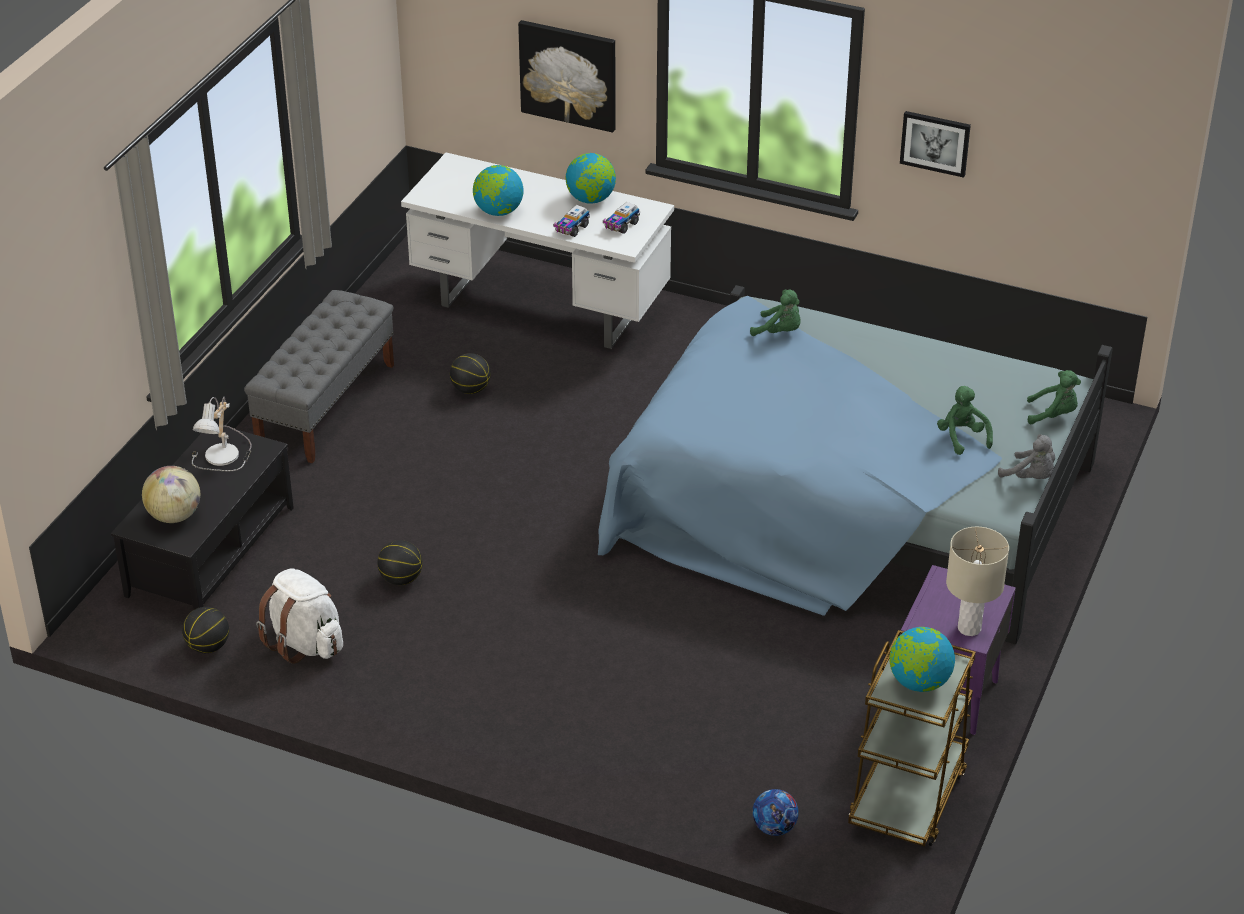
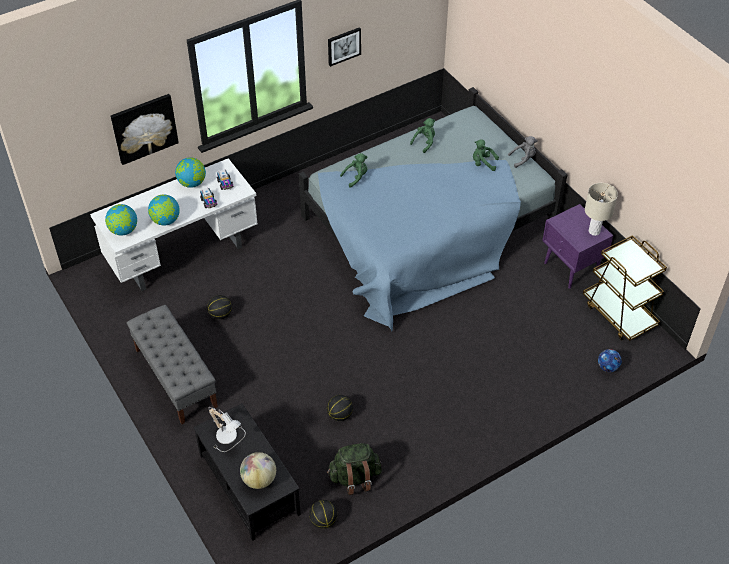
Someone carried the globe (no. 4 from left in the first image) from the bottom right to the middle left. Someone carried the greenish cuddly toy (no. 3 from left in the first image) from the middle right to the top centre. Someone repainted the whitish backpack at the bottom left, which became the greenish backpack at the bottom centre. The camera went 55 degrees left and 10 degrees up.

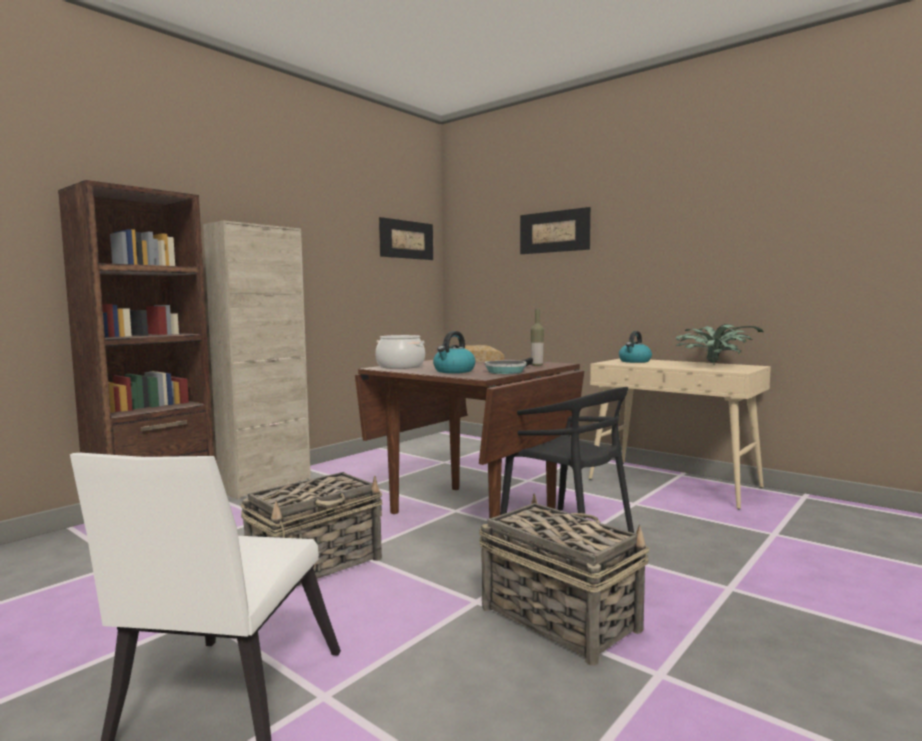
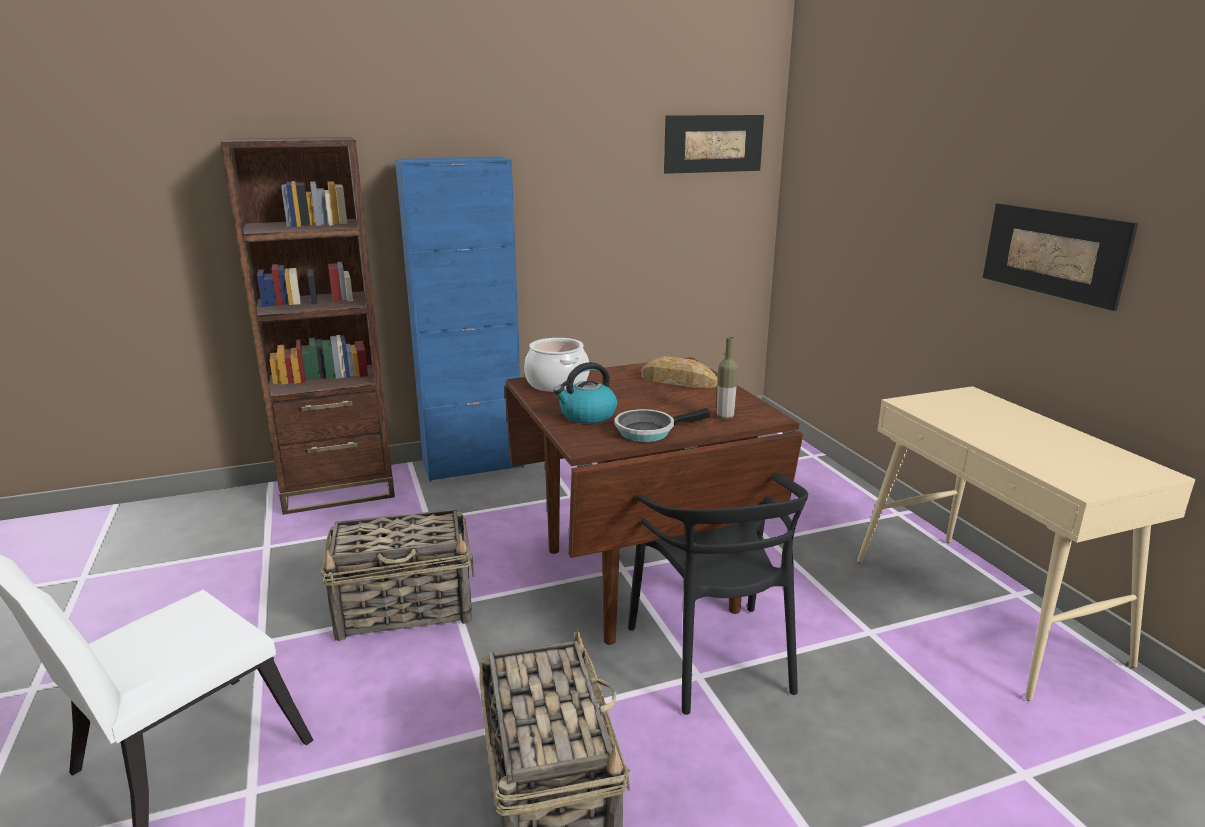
Someone took away the kettle (no. 2 from left) at the middle right. Someone took away the houseplant at the middle right. Someone carried the wall art (no. 2 from left) from the top centre to the top right. Someone repainted the beige-coloured cupboard at the middle left, which became the blue cupboard at the centre. The camera went 30 degrees right and 15 degrees up.

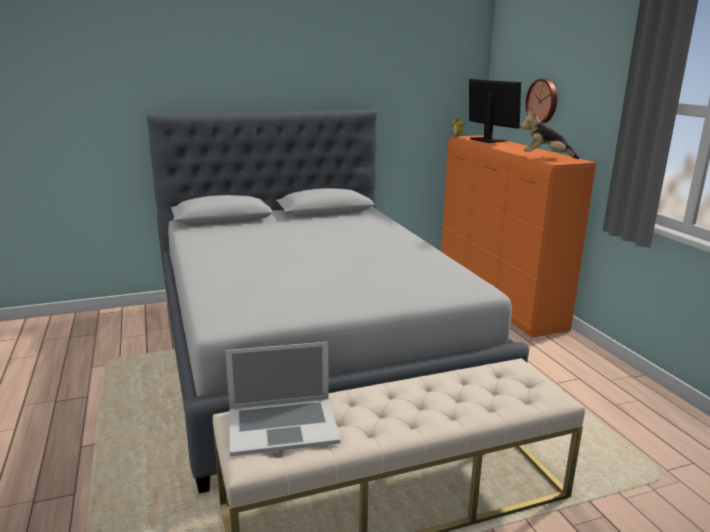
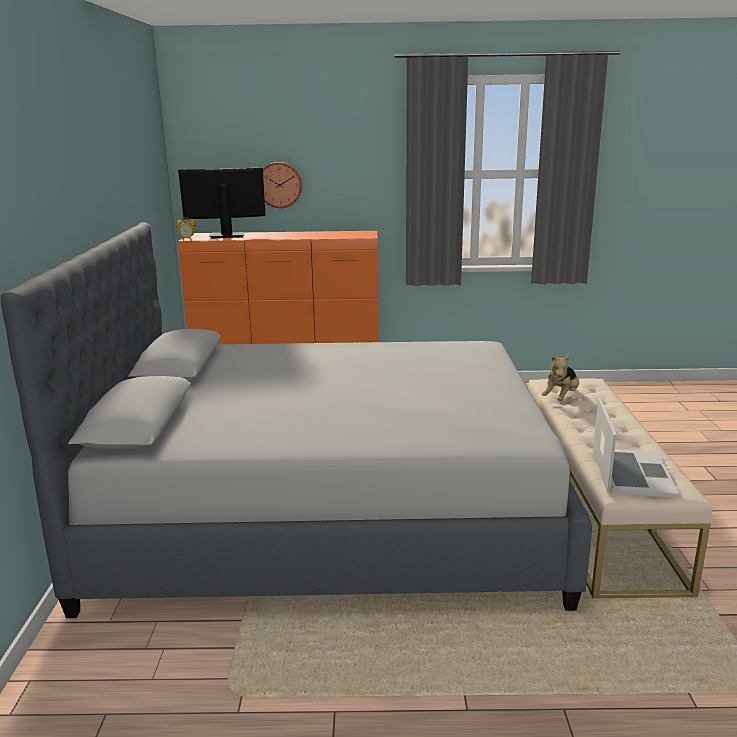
Someone carried the cuddly toy from the top right to the middle right. The camera went 70 degrees left and 0 degrees up.

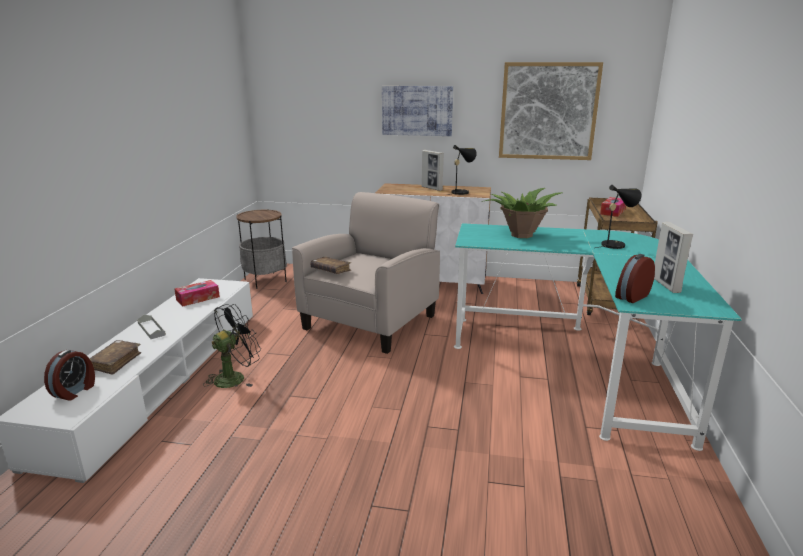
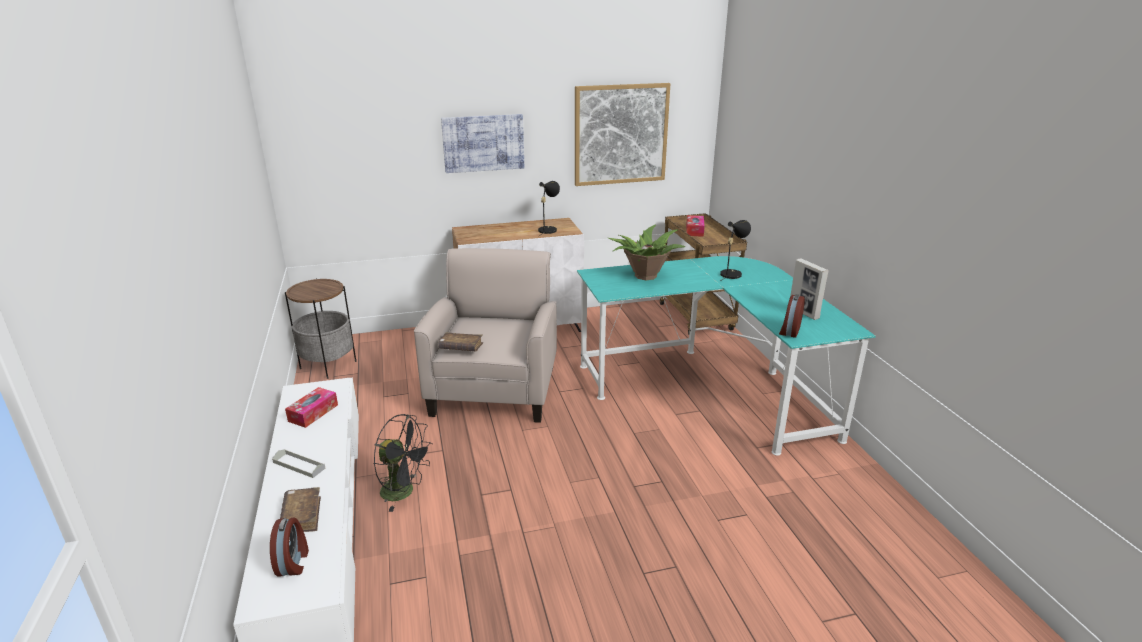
Someone took away the standing frame (no. 1 from left) at the top centre. Someone rotated the black electric fan at the middle left by 90 degrees clockwise. The camera went 25 degrees left and 5 degrees up.

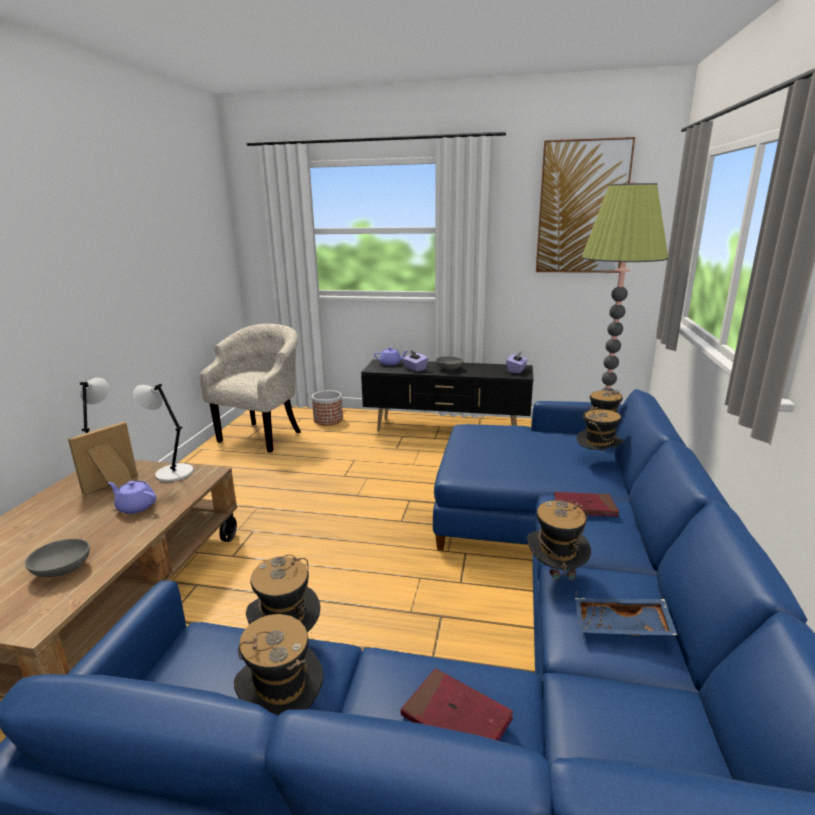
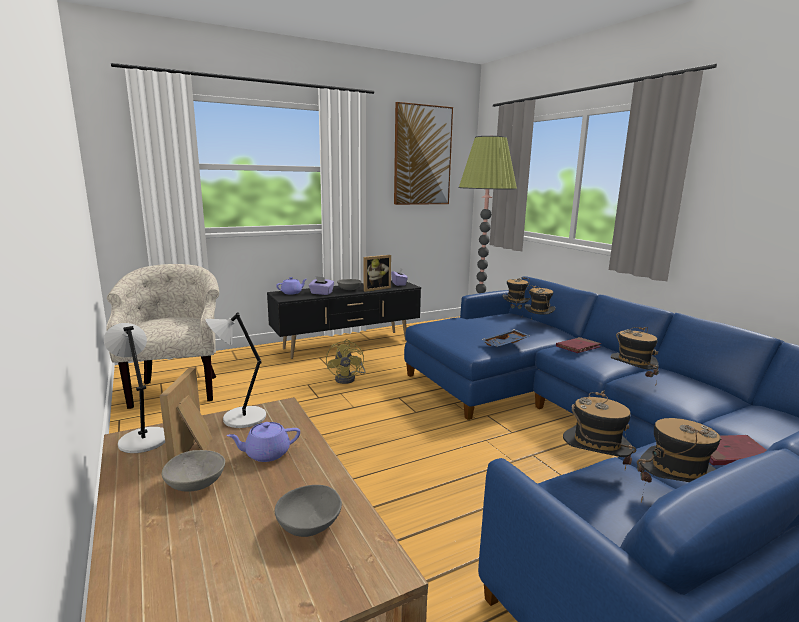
Someone took away the planter at the centre. Someone put down the grey bowl (no. 1 from left) at the bottom left. Someone put down the yellow electric fan at the centre. Someone put down the standing frame (no. 2 from left) at the centre. Someone carried the blue carrying tray from the bottom right to the centre. The camera went 40 degrees left and 5 degrees down.

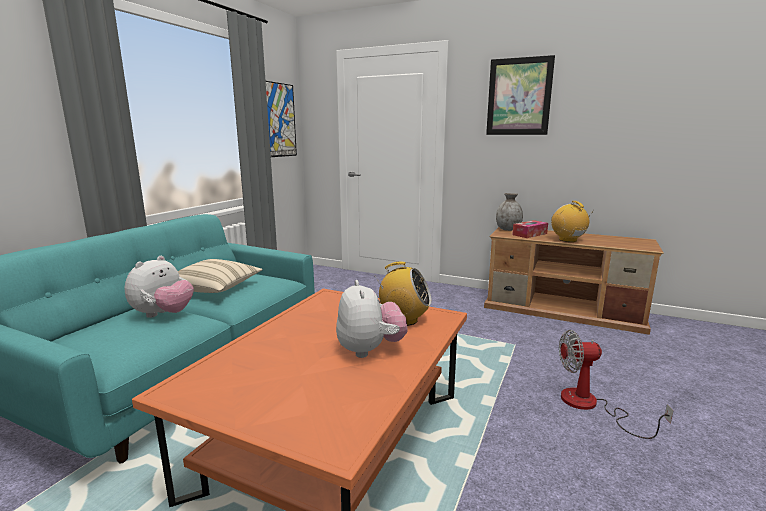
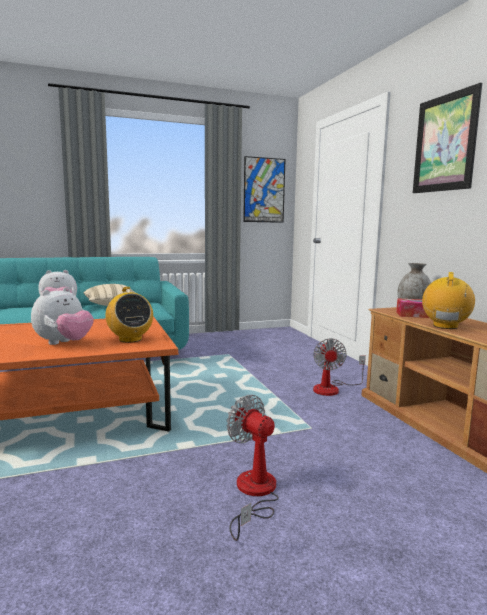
Someone put down the electric fan (no. 2 from left) at the middle right. The camera went 45 degrees right and 5 degrees down.

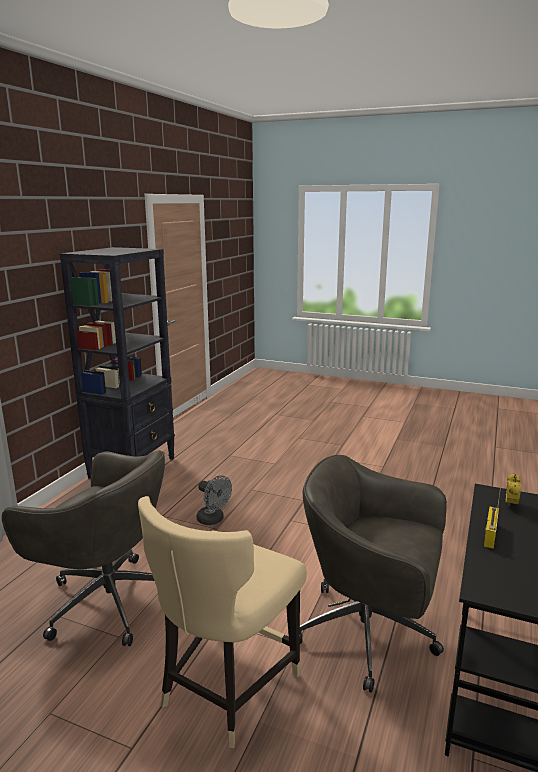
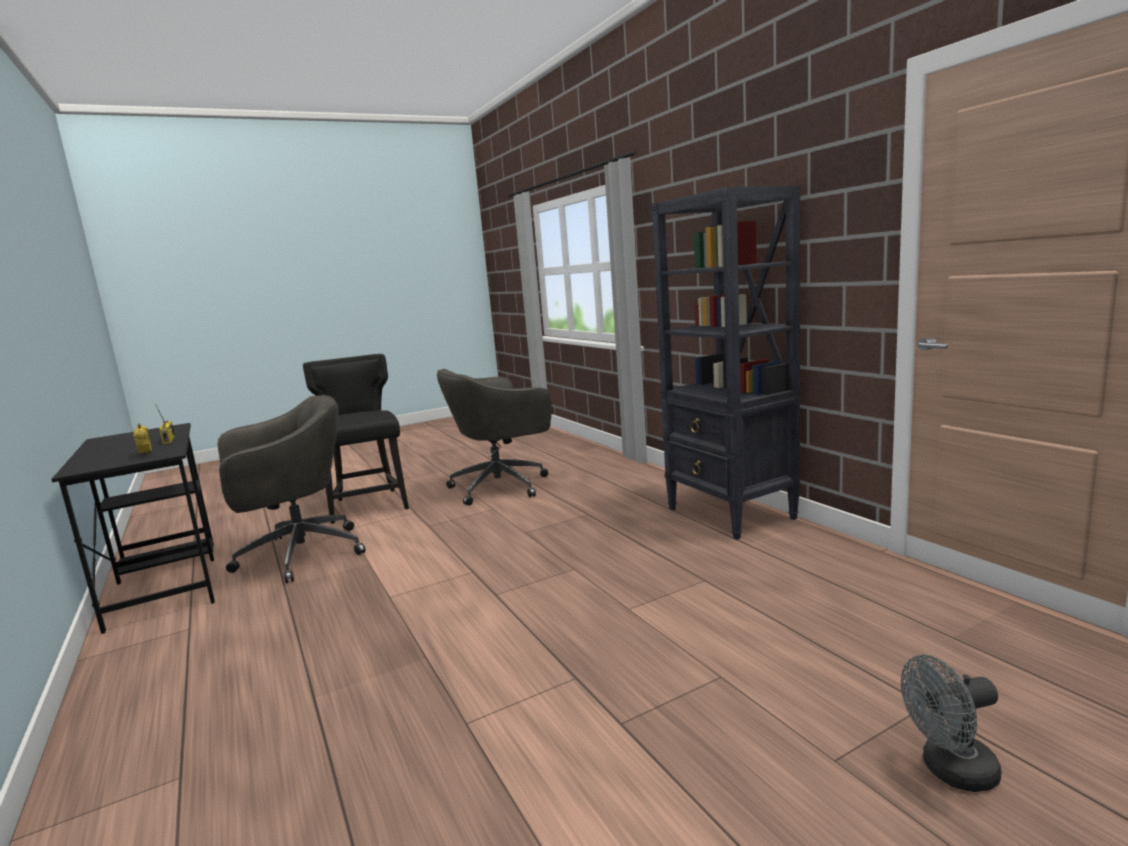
Someone carried the grey electric fan from the centre to the bottom right. Someone repainted the beige-coloured chair at the bottom centre, which became the black chair at the middle left. The camera went 130 degrees right and 5 degrees down.

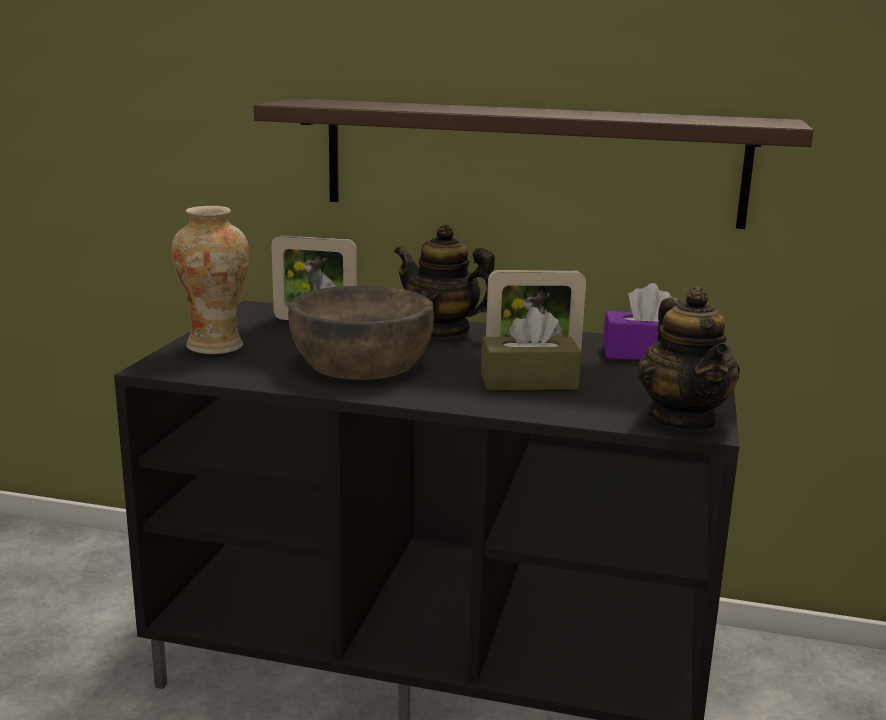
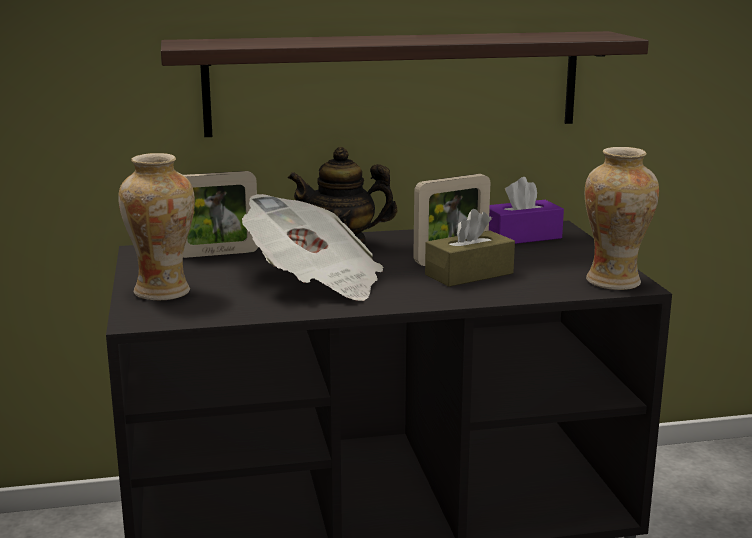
Someone swapped the brown-coloured bowl at the centre for the printed paper at the centre. Someone swapped the tea pot (no. 2 from left) at the middle right for the decorative vase (no. 2 from left) at the middle right. The camera went 25 degrees left and 0 degrees up.

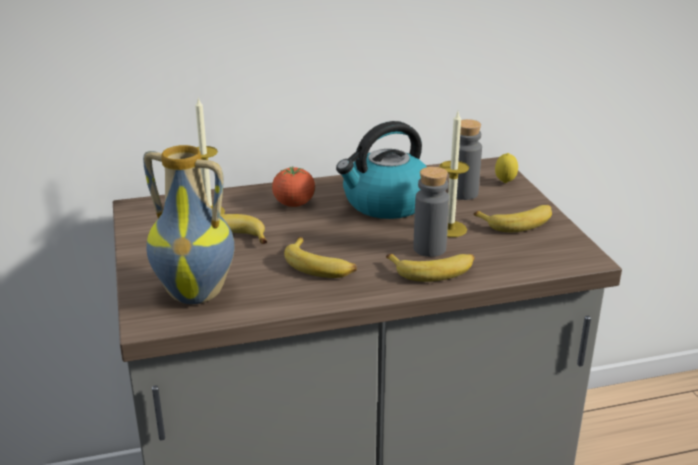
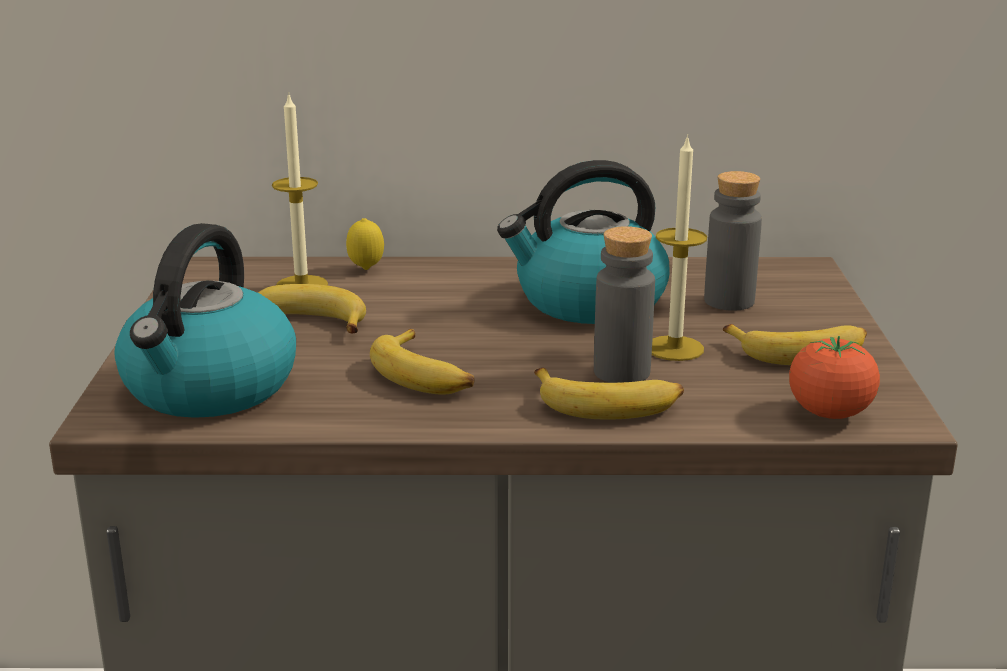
Someone carried the whole tomato from the centre to the middle right. Someone carried the lemon from the middle right to the centre. Someone swapped the decorative vase at the middle left for the kettle (no. 1 from left) at the middle left. The camera went 15 degrees right and 5 degrees down.

